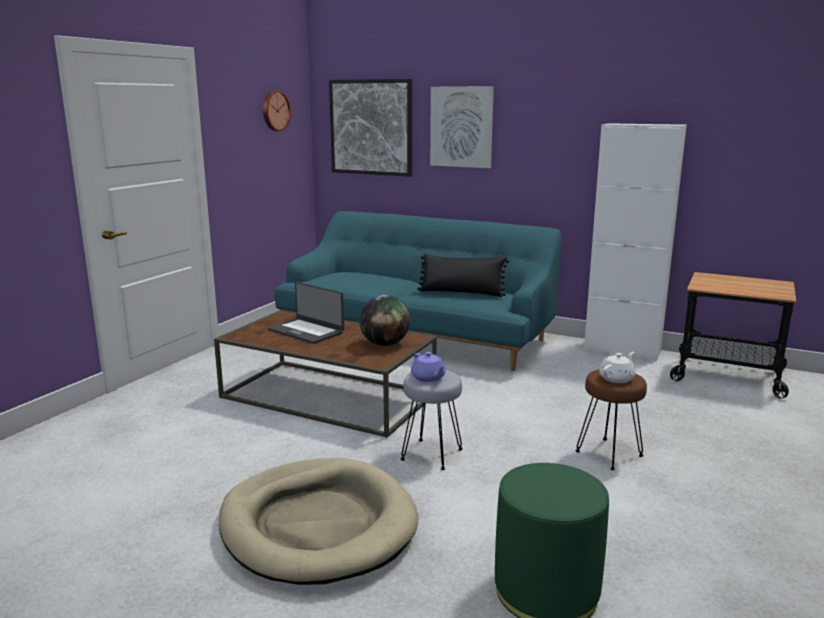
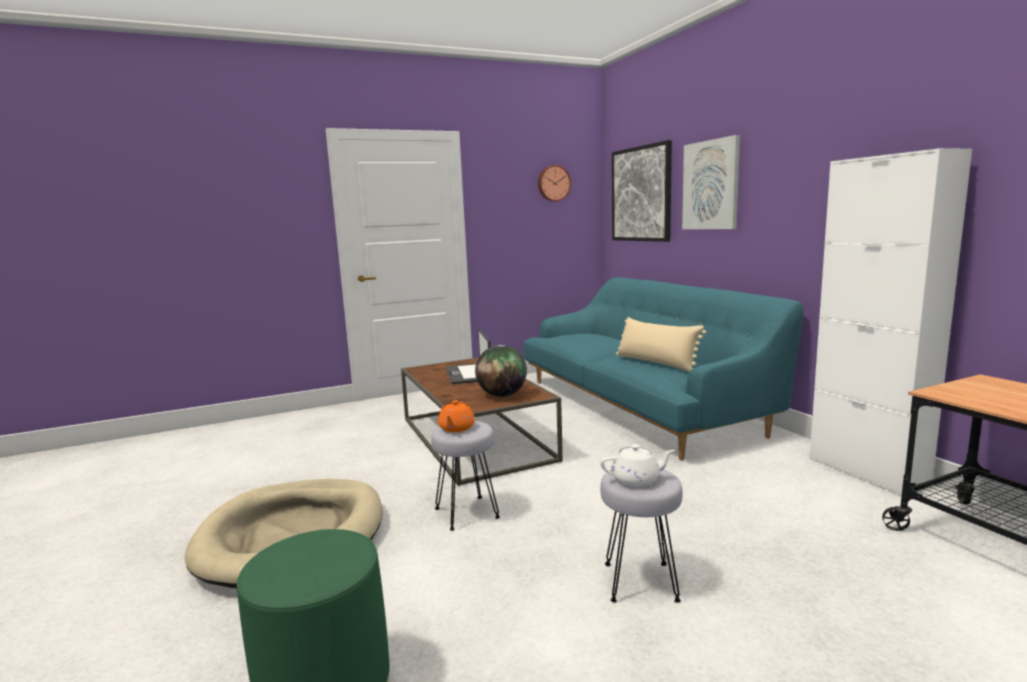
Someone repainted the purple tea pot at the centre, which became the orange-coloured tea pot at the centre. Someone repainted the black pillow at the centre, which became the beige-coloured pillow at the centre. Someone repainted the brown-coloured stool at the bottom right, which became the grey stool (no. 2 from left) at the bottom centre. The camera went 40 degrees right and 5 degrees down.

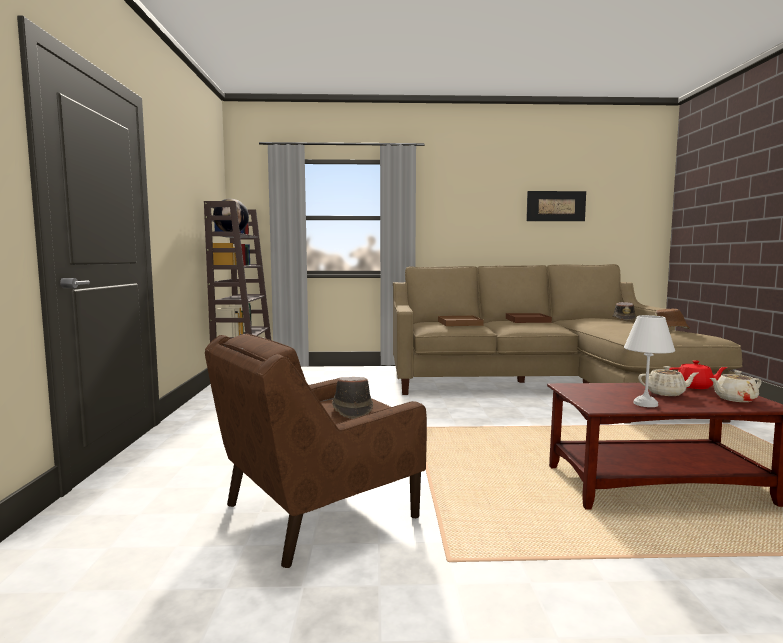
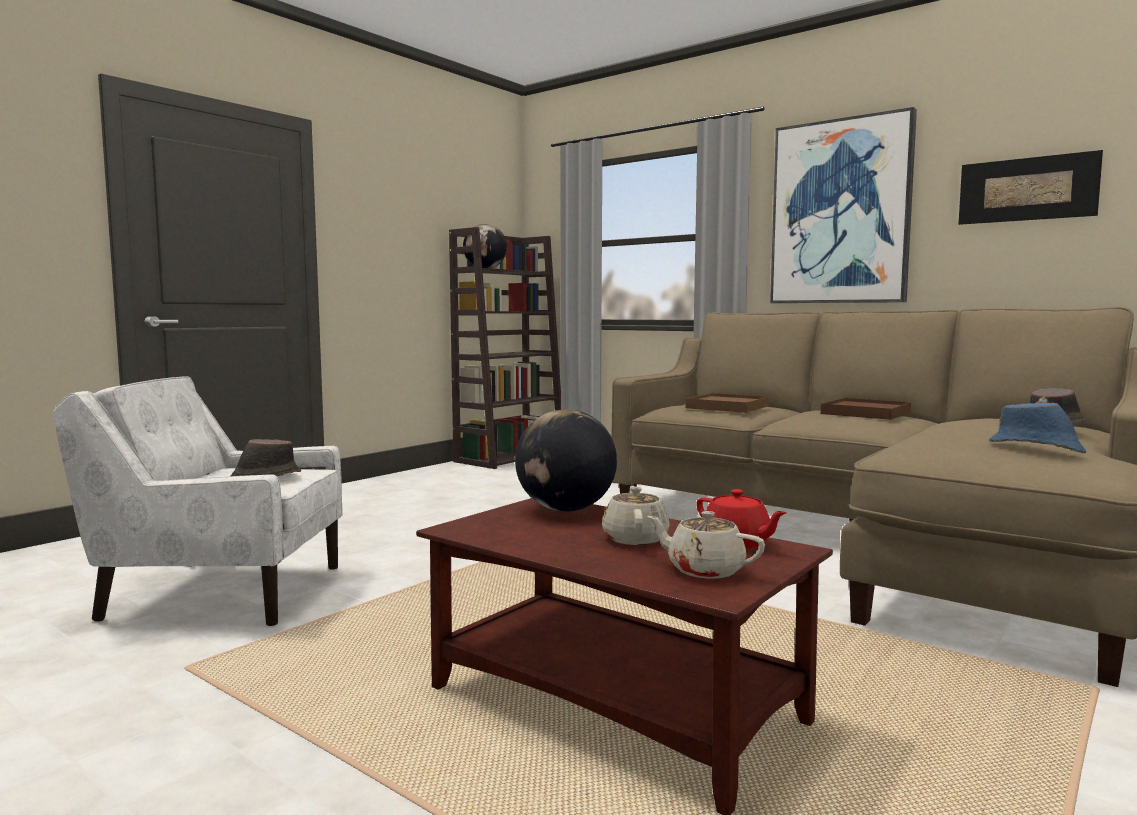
Someone took away the whitish table lamp at the middle right. Someone put down the globe (no. 2 from left) at the centre. Someone put up the wall art (no. 1 from left) at the top right. Someone repainted the brown-coloured lounge chair at the bottom centre, which became the whitish lounge chair at the middle left. Someone repainted the brown-coloured clothing hat (no. 3 from left) at the middle right, which became the blue clothing hat at the middle right. Someone rotated the beige-coloured tea pot (no. 1 from left) at the middle right by 135 degrees counterclockwise. The camera went 40 degrees right and 0 degrees up.

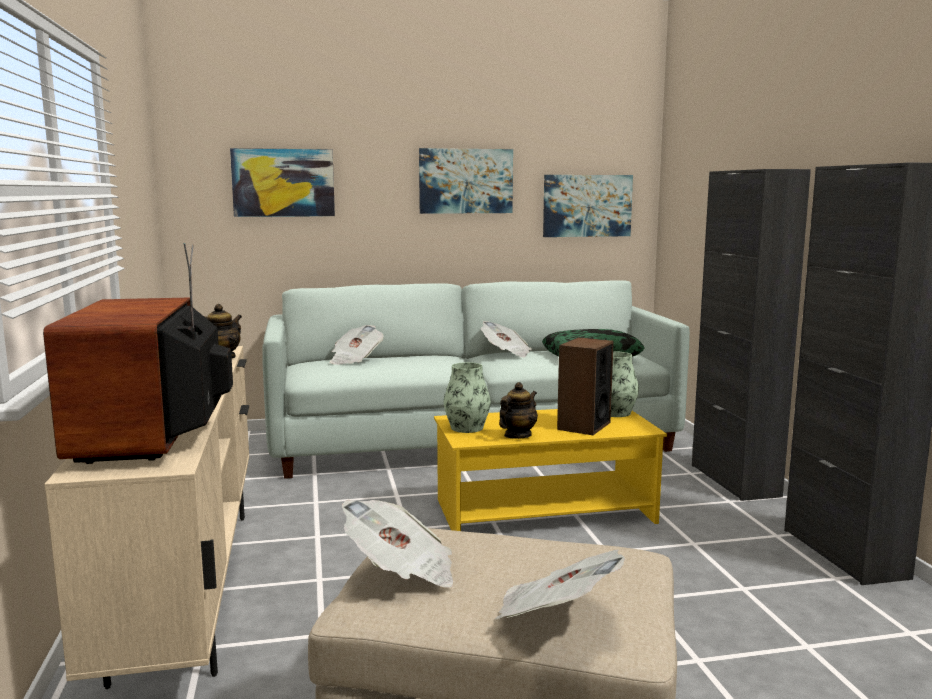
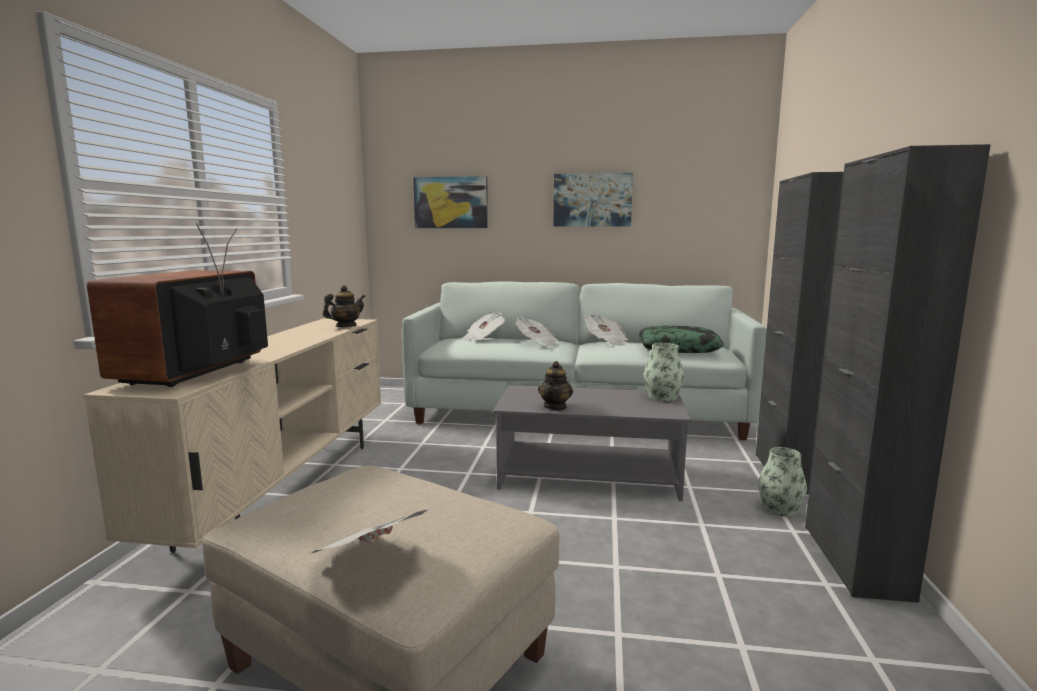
Someone took away the wall art (no. 3 from left) at the top centre. Someone took away the speaker at the centre. Someone carried the printed paper (no. 2 from left in the first image) from the bottom centre to the centre. Someone carried the decorative vase (no. 1 from left in the first image) from the centre to the bottom right. Someone repainted the yellow lounge table at the bottom centre, which became the grey lounge table at the centre. Someone rotated the tea pot (no. 2 from left) at the centre by 135 degrees clockwise. The camera went 20 degrees right and 0 degrees up.

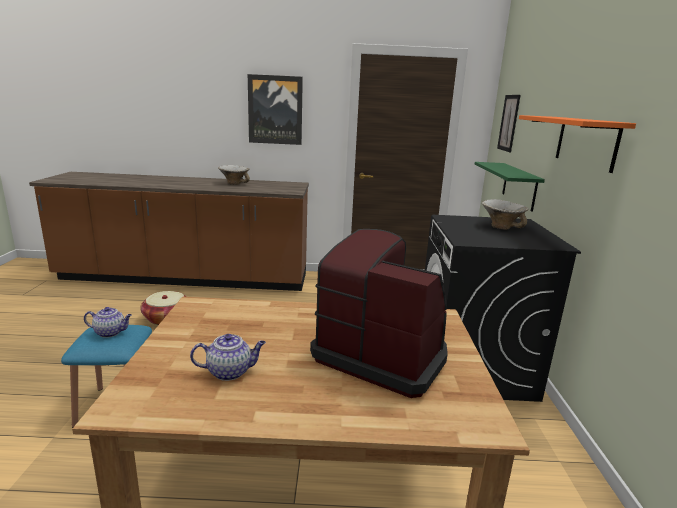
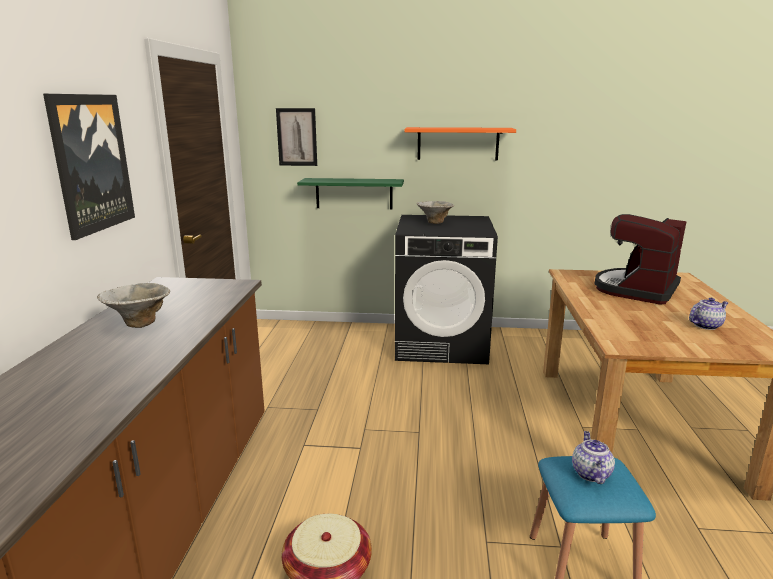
Someone rotated the tea pot (no. 2 from left) at the bottom centre by 75 degrees clockwise. The camera went 85 degrees left and 0 degrees up.

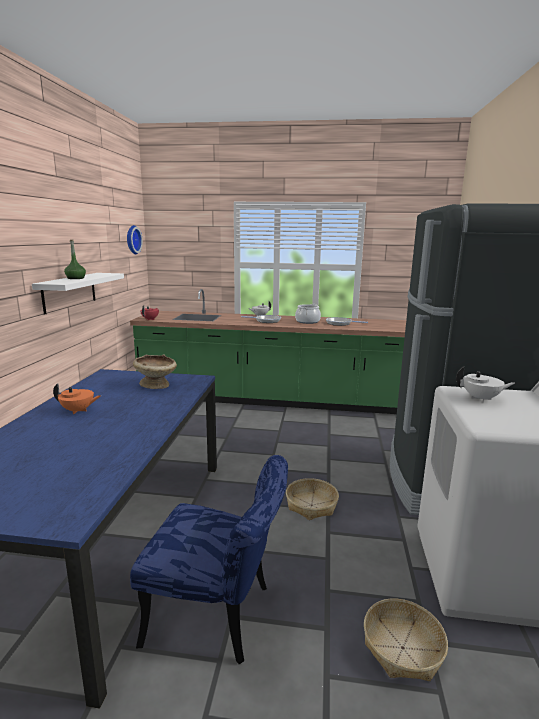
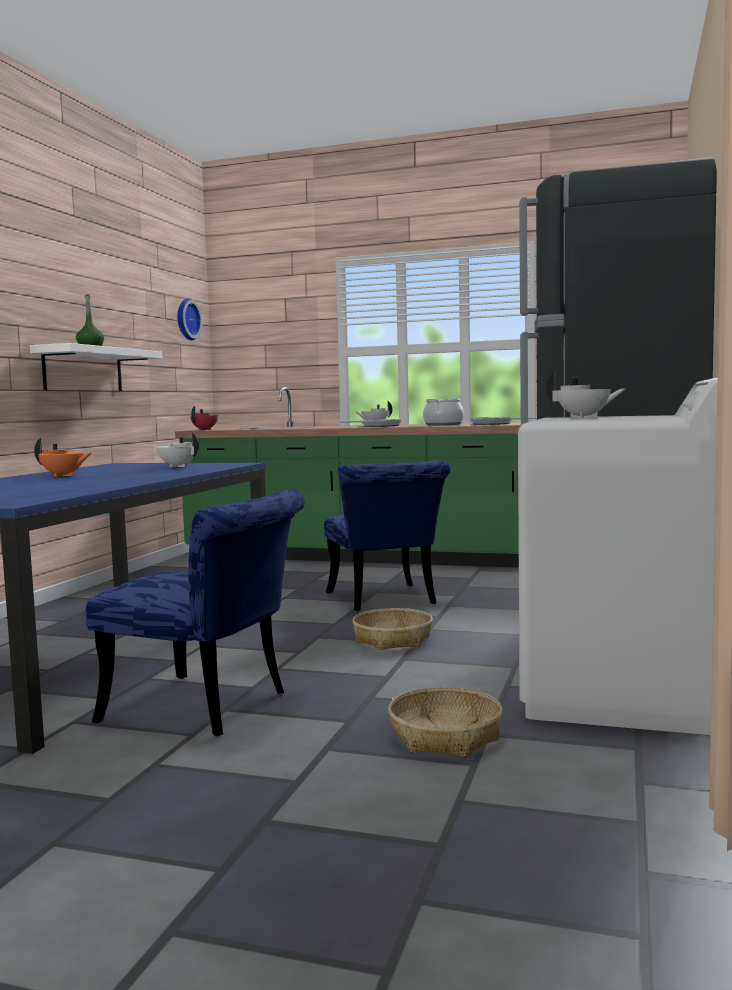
Someone put down the blue chair (no. 2 from left) at the centre. Someone swapped the beige-coloured bowl at the middle left for the whitish tea pot (no. 1 from left) at the middle left. The camera went 10 degrees right and 10 degrees down.

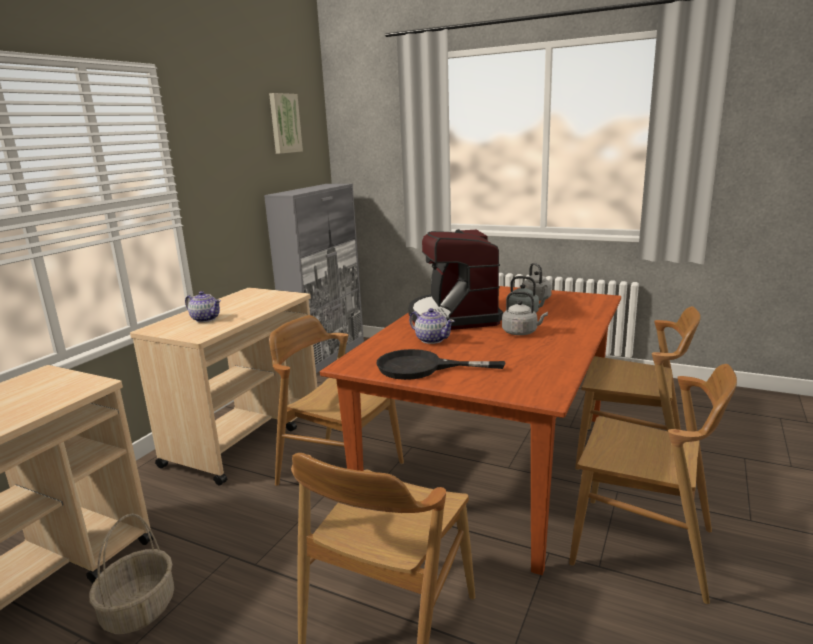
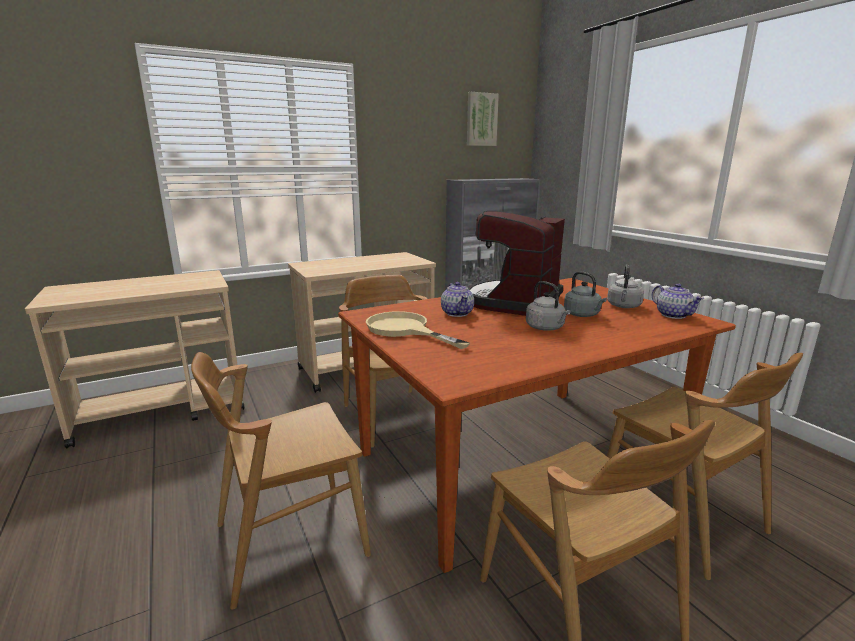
Someone took away the household basket at the bottom left. Someone carried the tea pot (no. 1 from left in the first image) from the middle left to the middle right. Someone repainted the black frying pan at the centre, which became the beige-coloured frying pan at the centre. The camera went 35 degrees right and 0 degrees up.

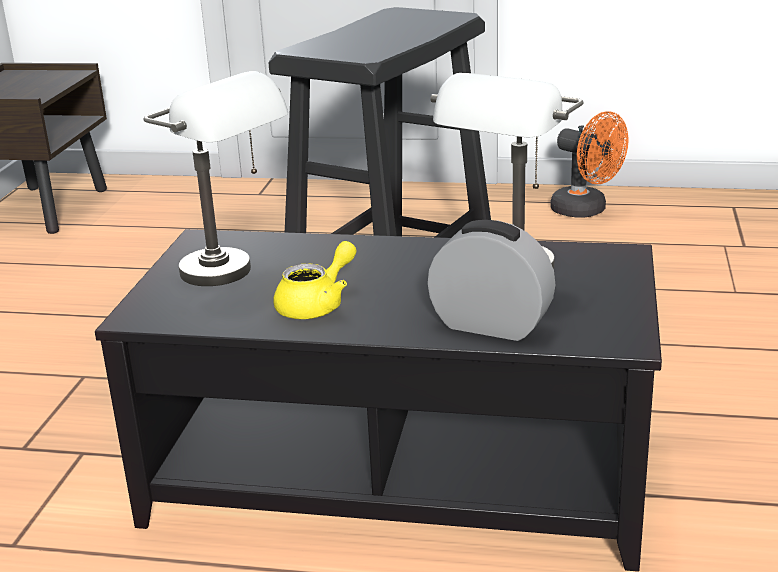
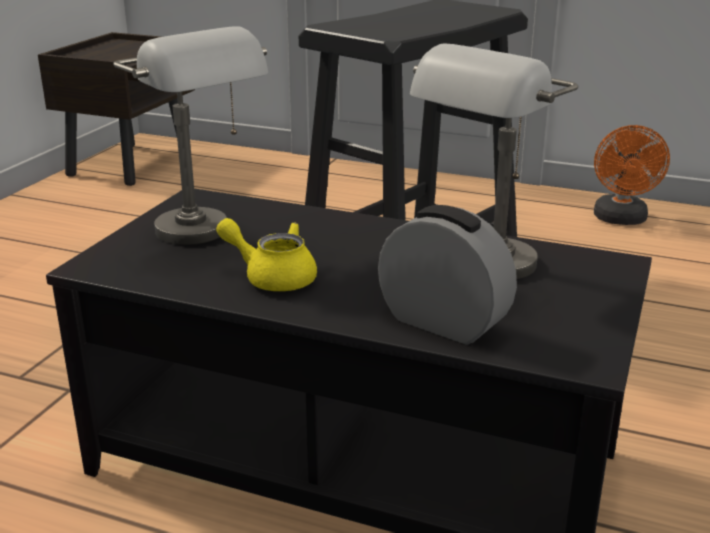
Someone rotated the yellow tea pot at the centre by 120 degrees counterclockwise. Someone rotated the orange-coloured electric fan at the top right by 45 degrees clockwise. The camera went 10 degrees right and 0 degrees up.

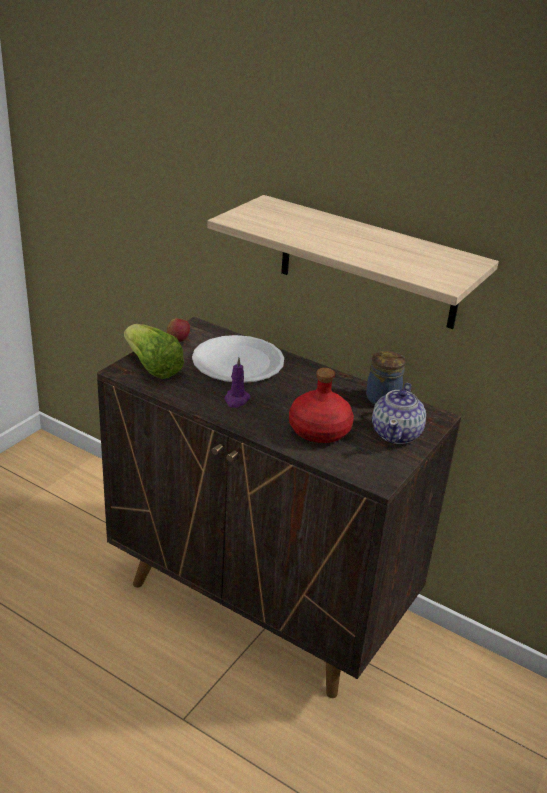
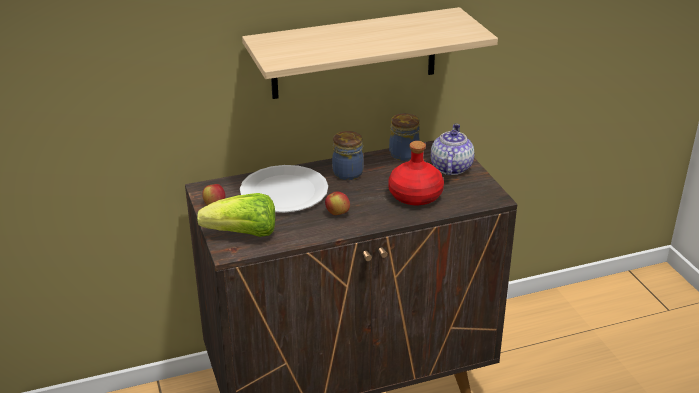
Someone put down the preserve jar (no. 1 from left) at the centre. Someone swapped the purple wax candle at the centre for the apple (no. 2 from left) at the centre. Someone rotated the tea pot at the middle right by 135 degrees counterclockwise. The camera went 50 degrees left and 0 degrees up.

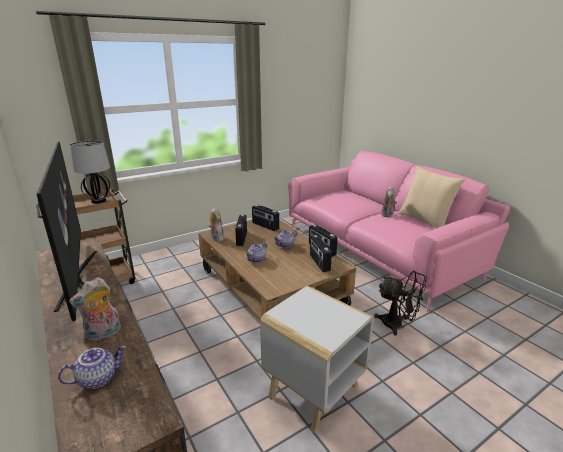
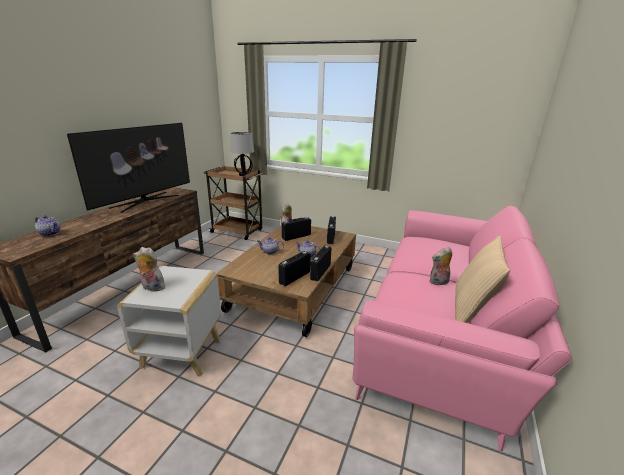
Someone took away the black electric fan at the bottom right. Someone carried the cuddly toy (no. 1 from left) from the bottom left to the middle left. The camera went 55 degrees right and 0 degrees up.

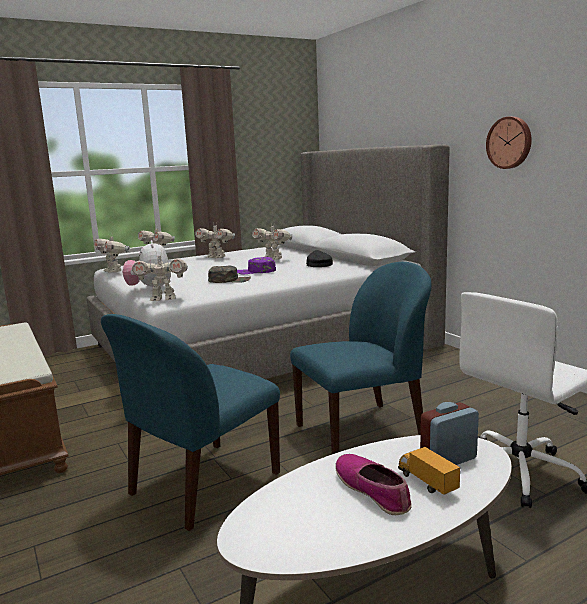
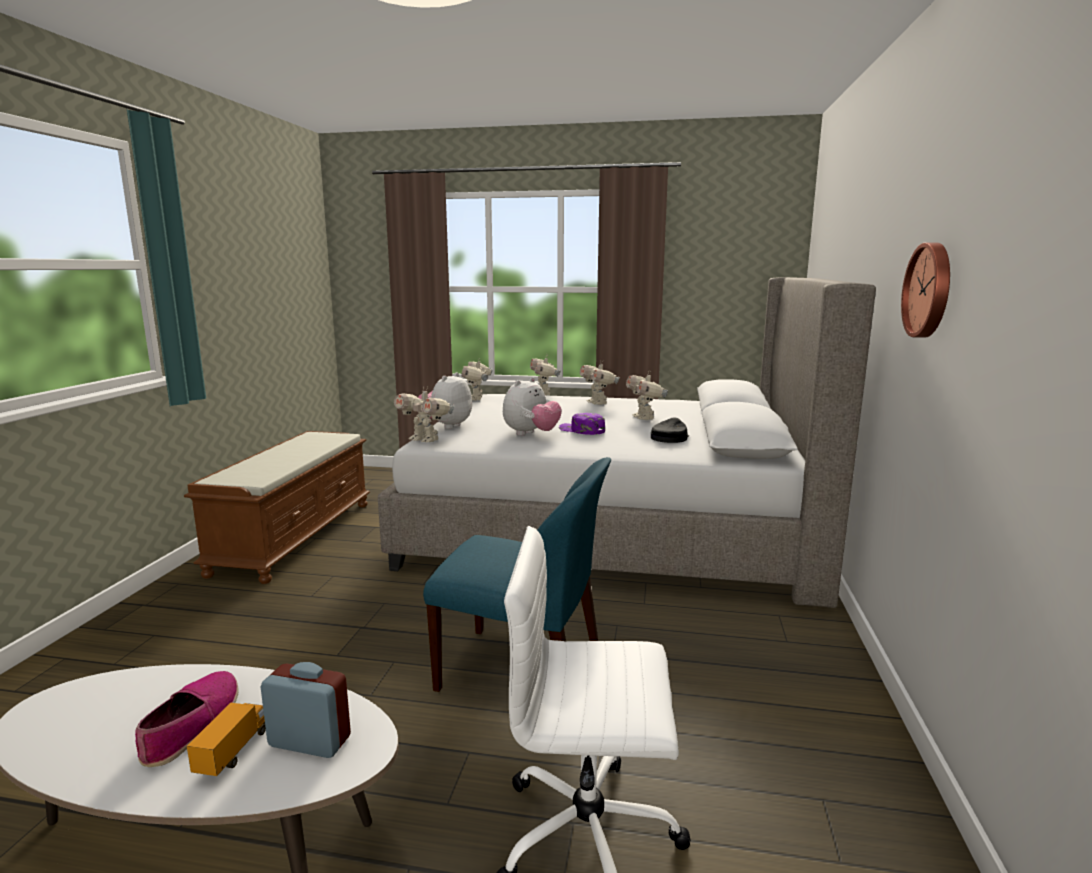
Someone took away the blue chair (no. 1 from left) at the bottom left. Someone swapped the greenish baseball cap at the centre for the cuddly toy (no. 2 from left) at the centre. The camera went 40 degrees right and 0 degrees up.

